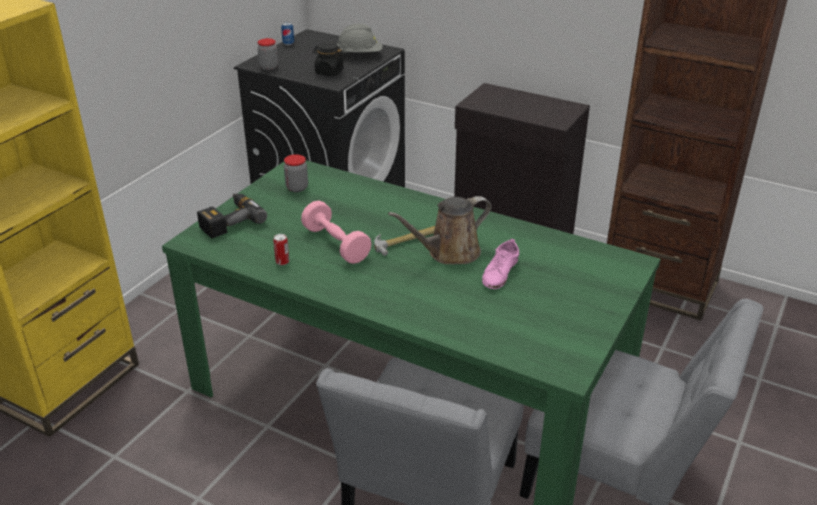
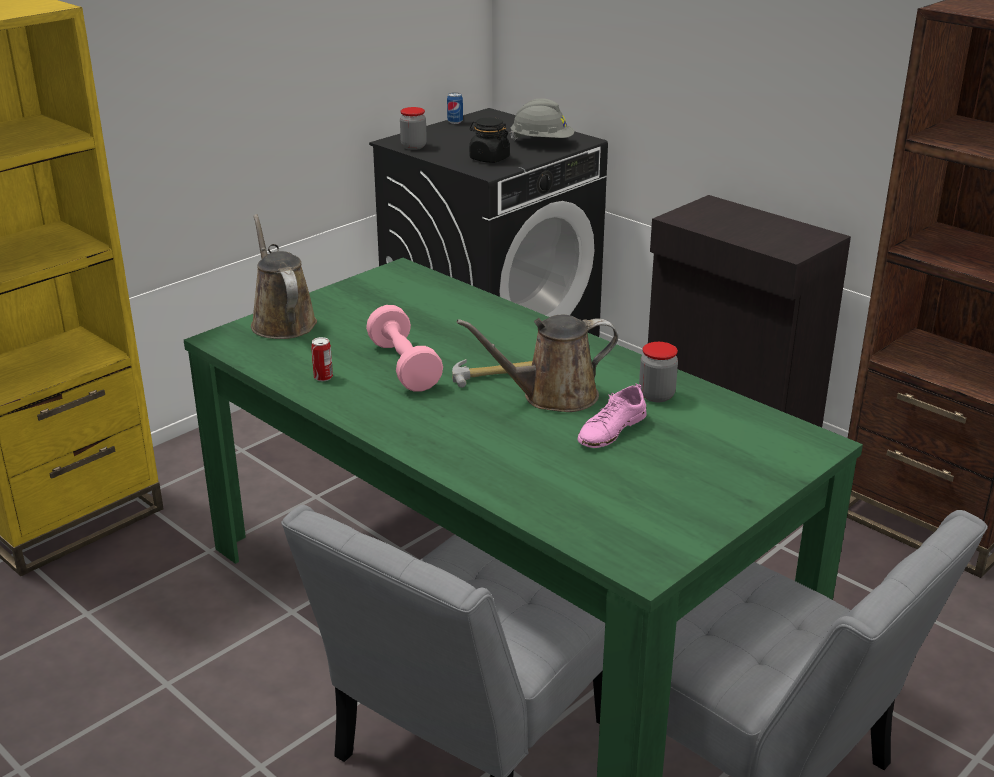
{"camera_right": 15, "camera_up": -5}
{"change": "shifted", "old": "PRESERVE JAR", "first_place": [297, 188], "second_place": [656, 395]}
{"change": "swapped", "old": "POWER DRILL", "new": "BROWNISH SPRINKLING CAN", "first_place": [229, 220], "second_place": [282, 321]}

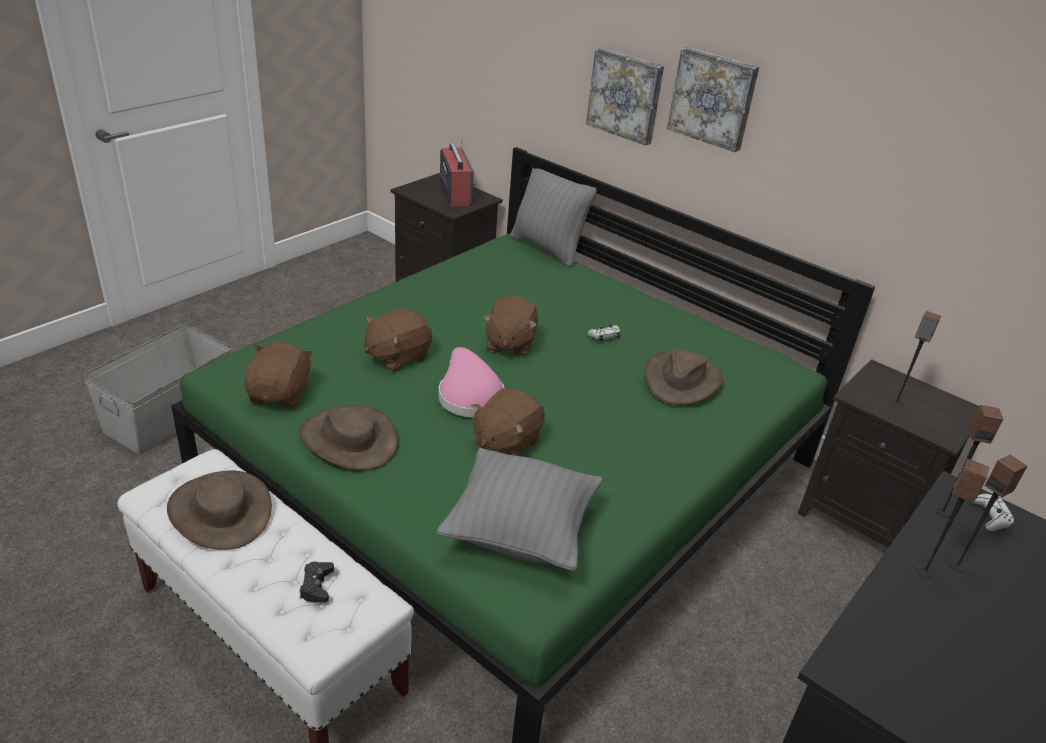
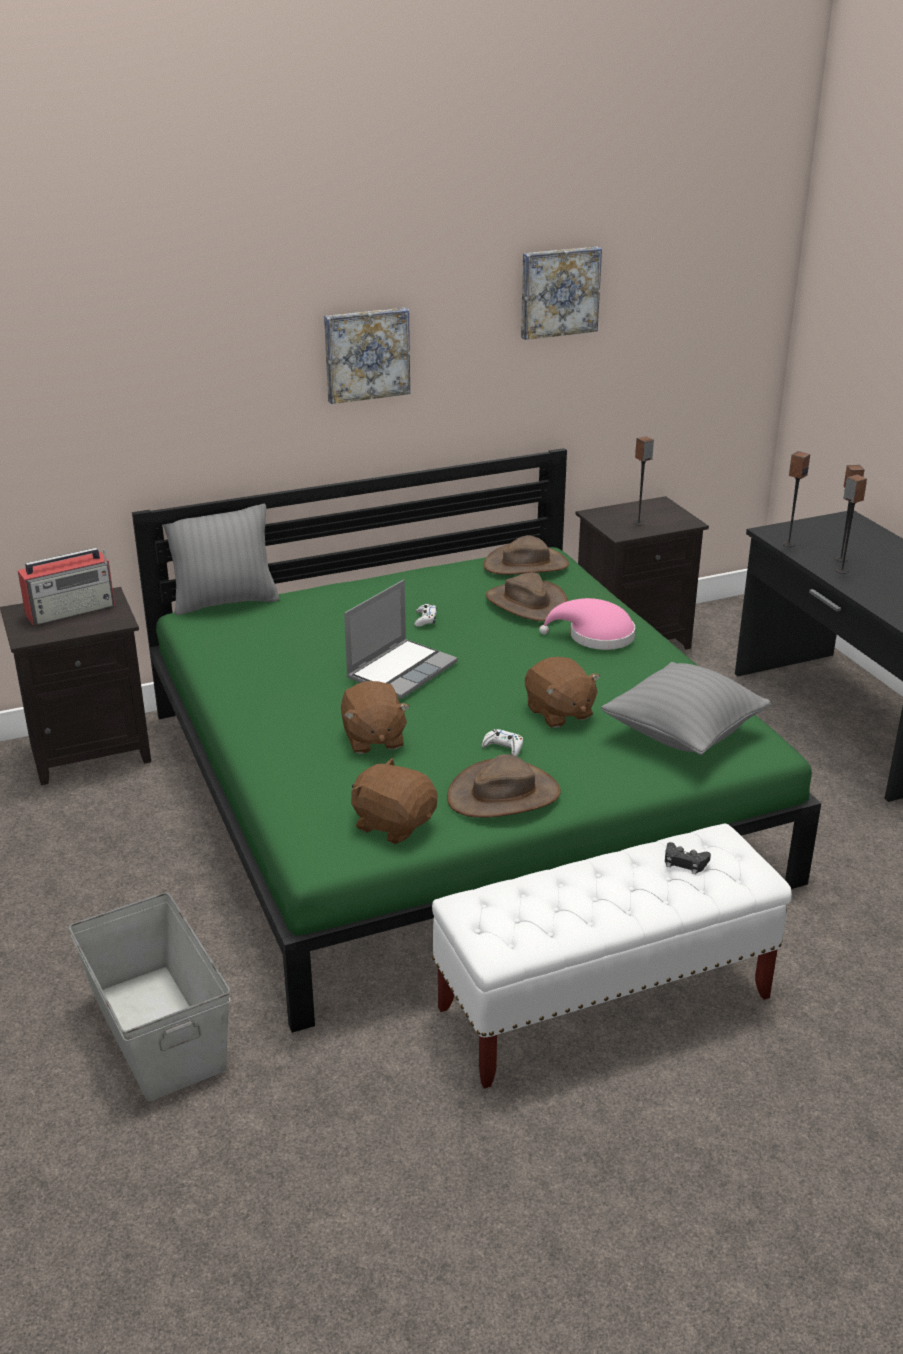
{"camera_right": -60, "camera_up": -5}
{"change": "shifted", "old": "BROWNISH HAT", "first_place": [221, 511], "second_place": [526, 565]}
{"change": "shifted", "old": "PINK HAT", "first_place": [468, 395], "second_place": [595, 636]}
{"change": "shifted", "old": "WALL PICTURE", "first_place": [626, 95], "second_place": [558, 292]}
{"change": "shifted", "old": "WHITISH JOYPAD", "first_place": [990, 516], "second_place": [503, 747]}
{"change": "swapped", "old": "BROWNISH CUDDLY TOY", "new": "NOTEBOOK COMPUTER", "first_place": [509, 344], "second_place": [401, 670]}
{"change": "rotated", "old": "RADIO", "first_place": [455, 193], "second_place": [72, 610], "degrees": 135}

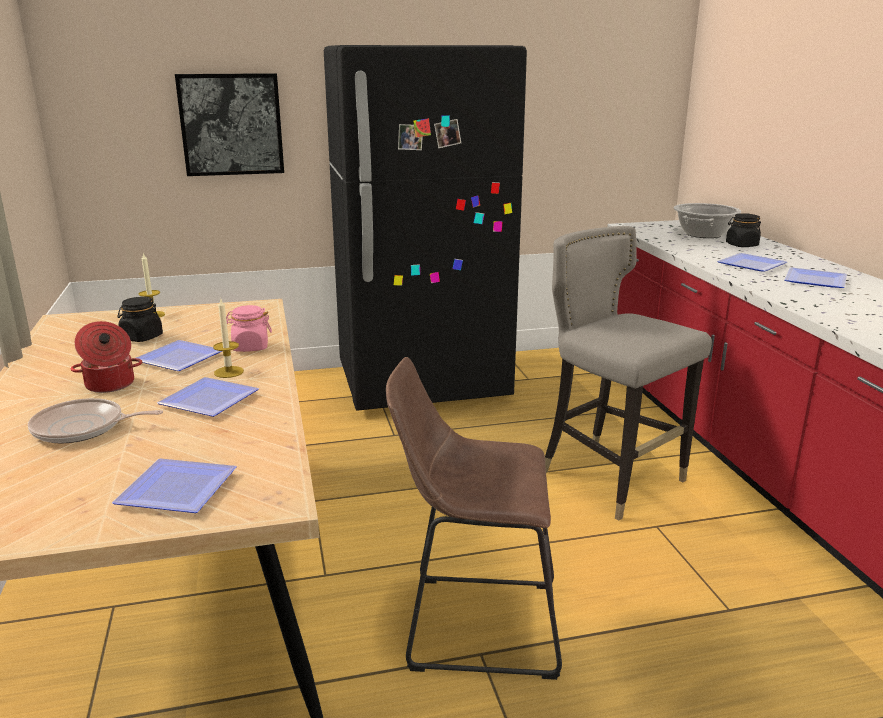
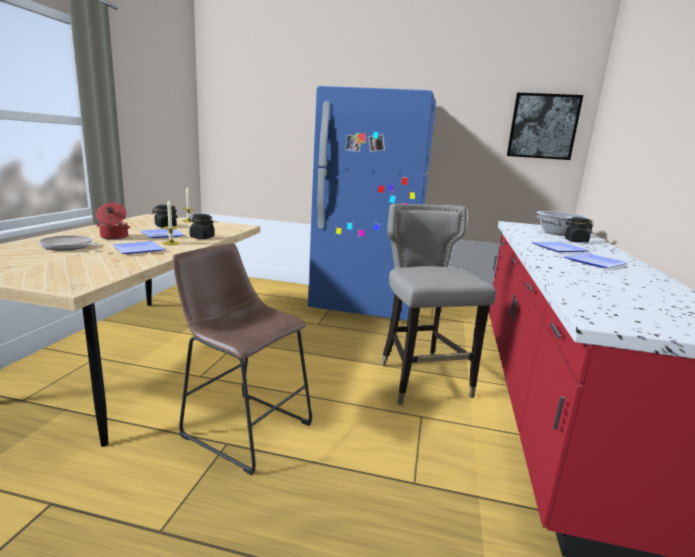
{"camera_right": 25, "camera_up": -5}
{"change": "gone", "old": "DINNER PLATE", "first_place": [182, 488]}
{"change": "shifted", "old": "WALL PICTURE", "first_place": [231, 124], "second_place": [543, 126]}
{"change": "repainted", "old": "PINK PRESERVE JAR", "new": "BLACK-COLOURED PRESERVE JAR", "first_place": [250, 347], "second_place": [202, 237]}
{"change": "repainted", "old": "BLACK-COLOURED FRIDGE", "new": "BLUE FRIDGE", "first_place": [423, 384], "second_place": [364, 305]}

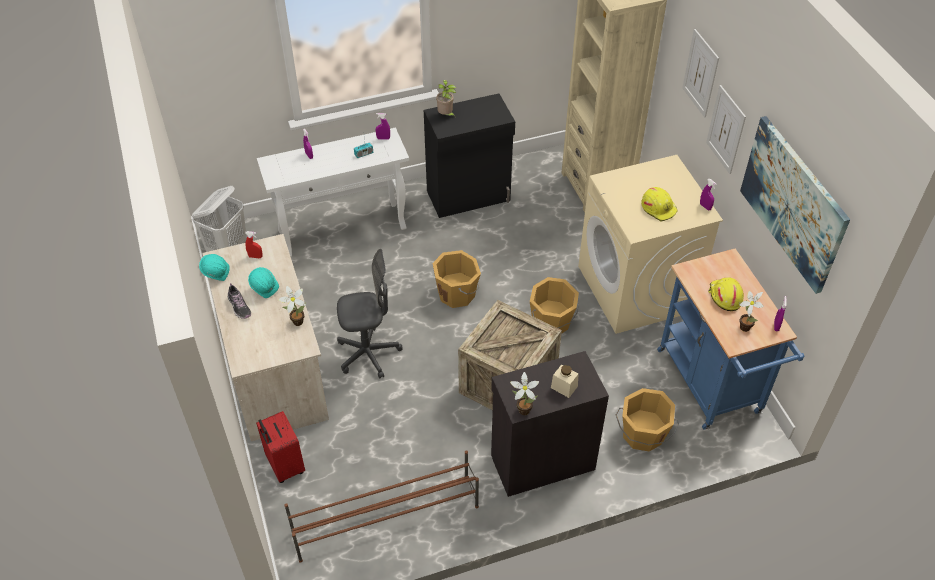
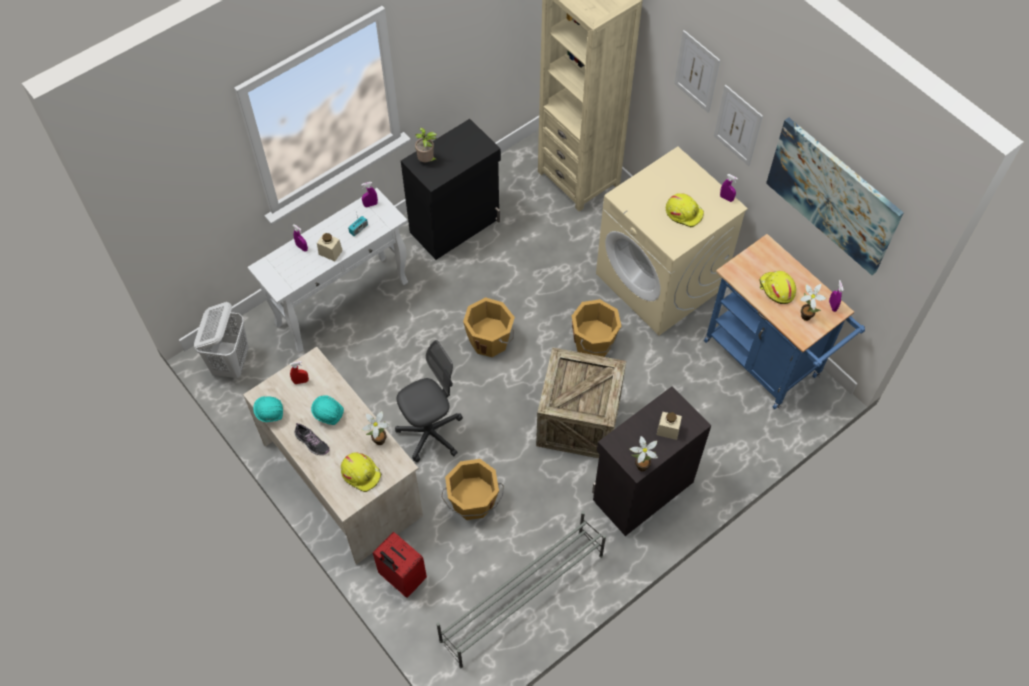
{"camera_right": -20, "camera_up": 10}
{"change": "new", "new": "BEIGE PRESERVE JAR", "second_place": [330, 252]}
{"change": "new", "new": "YELLOWISH HARD HAT", "second_place": [361, 473]}
{"change": "shifted", "old": "ORANGEY PAIL", "first_place": [643, 435], "second_place": [473, 502]}
{"change": "repainted", "old": "BROWNISH SHOE RACK", "new": "GRAY SHOE RACK", "first_place": [384, 519], "second_place": [521, 597]}

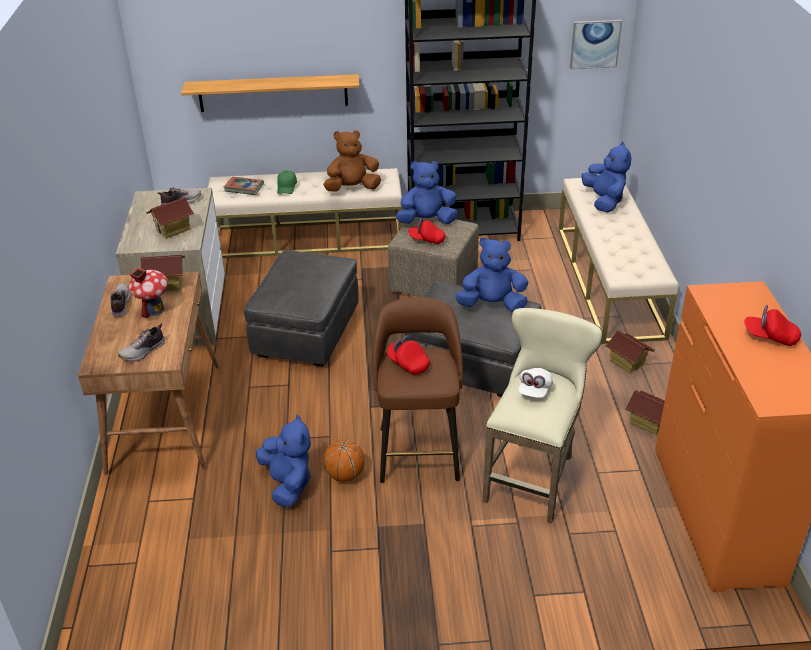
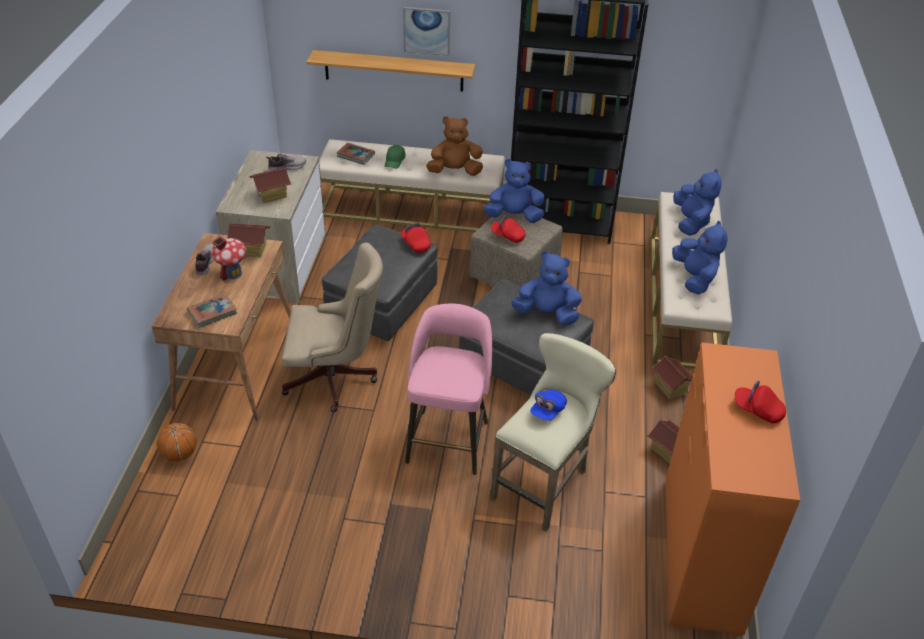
{"camera_right": 10, "camera_up": 5}
{"change": "new", "new": "BEIGE OFFICE CHAIR", "second_place": [335, 379]}
{"change": "shifted", "old": "BLUE CUDDLY TOY", "first_place": [288, 484], "second_place": [695, 278]}
{"change": "shifted", "old": "BALL FOR BASKETBALL", "first_place": [345, 475], "second_place": [180, 454]}
{"change": "shifted", "old": "RED CAP", "first_place": [408, 363], "second_place": [415, 244]}
{"change": "shifted", "old": "WALL PICTURE", "first_place": [595, 44], "second_place": [427, 30]}
{"change": "swapped", "old": "ITEM OF FOOTWEAR", "new": "BOOK", "first_place": [143, 351], "second_place": [212, 313]}
{"change": "repainted", "old": "BROWNISH SITTING STOOL", "new": "PINK SITTING STOOL", "first_place": [418, 451], "second_place": [448, 439]}
{"change": "repainted", "old": "WHITISH CAP", "new": "BLUE CAP", "first_place": [534, 390], "second_place": [547, 411]}

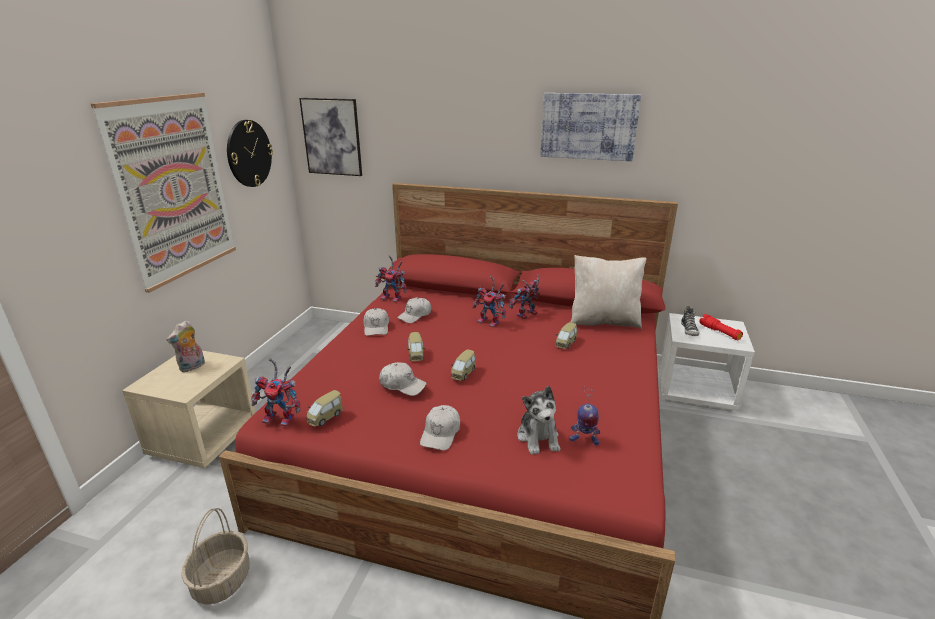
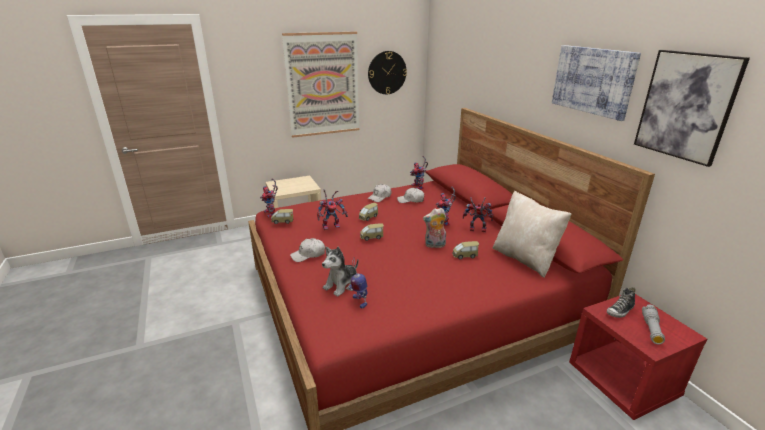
{"camera_right": 50, "camera_up": 0}
{"change": "gone", "old": "HOUSEHOLD BASKET", "first_place": [221, 580]}
{"change": "shifted", "old": "CUDDLY TOY", "first_place": [192, 367], "second_place": [434, 245]}
{"change": "shifted", "old": "WALL PICTURE", "first_place": [332, 137], "second_place": [686, 106]}
{"change": "swapped", "old": "WHITISH CAP", "new": "TOY ROBOT", "first_place": [402, 385], "second_place": [332, 225]}
{"change": "repainted", "old": "WHITISH BEDSIDE TABLE", "new": "RED BEDSIDE TABLE", "first_place": [695, 391], "second_place": [622, 382]}
{"change": "repainted", "old": "RED HAND TORCH", "new": "GRAY HAND TORCH", "first_place": [719, 332], "second_place": [651, 329]}

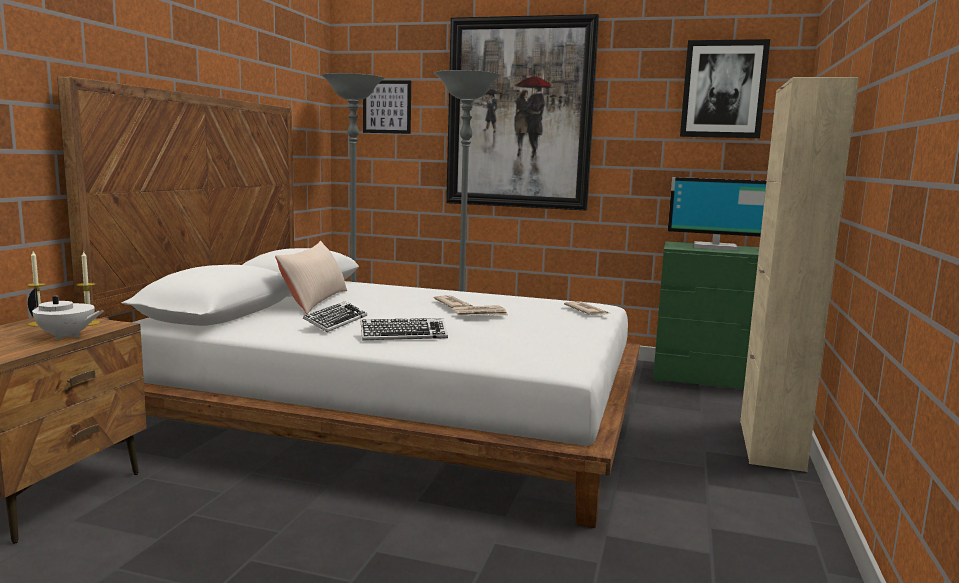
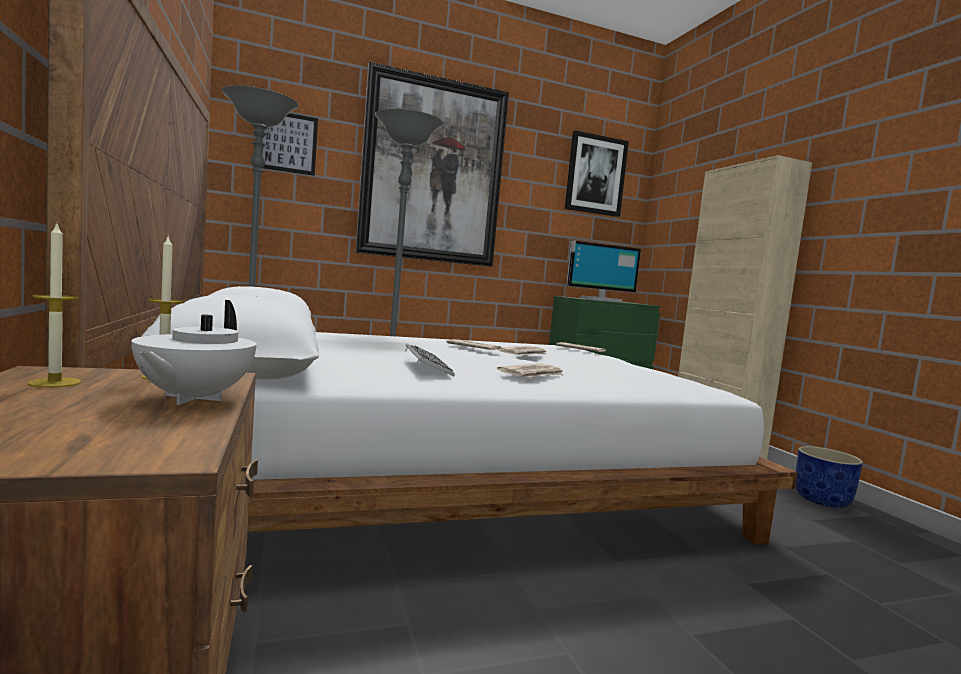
{"camera_right": -35, "camera_up": -5}
{"change": "gone", "old": "BEIGE THROW PILLOW", "first_place": [314, 301]}
{"change": "new", "new": "BLUE PLANTER", "second_place": [822, 500]}
{"change": "swapped", "old": "COMPUTER KEYBOARD", "new": "PRINTED PAPER", "first_place": [403, 335], "second_place": [533, 374]}
{"change": "rotated", "old": "WHITISH TEAPOT", "first_place": [66, 336], "second_place": [192, 398], "degrees": 120}

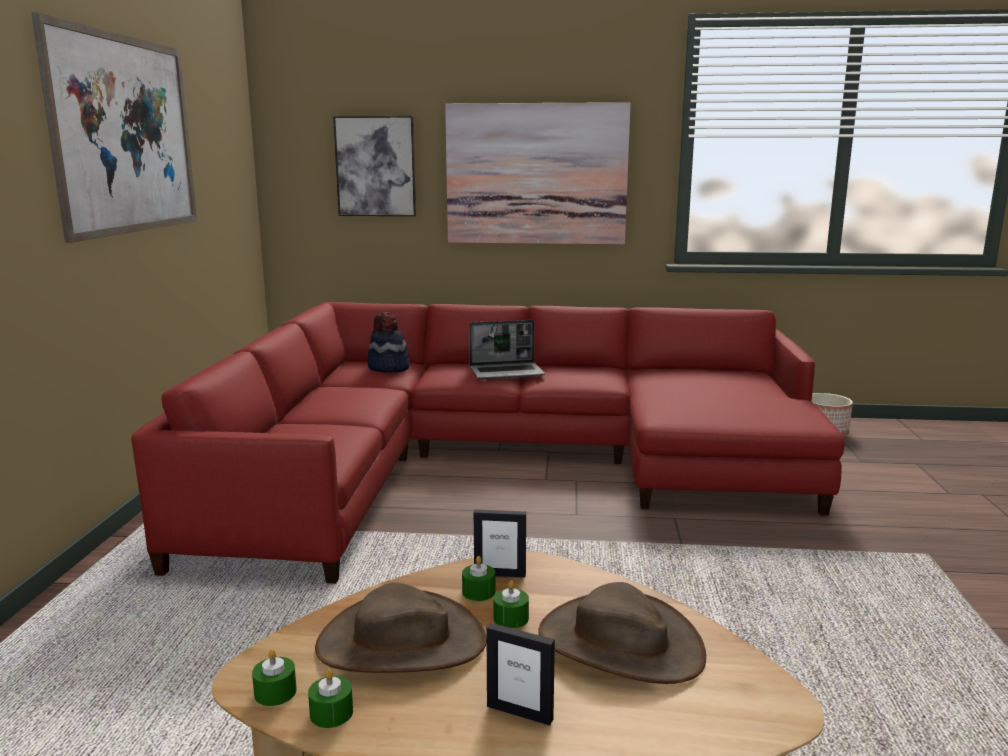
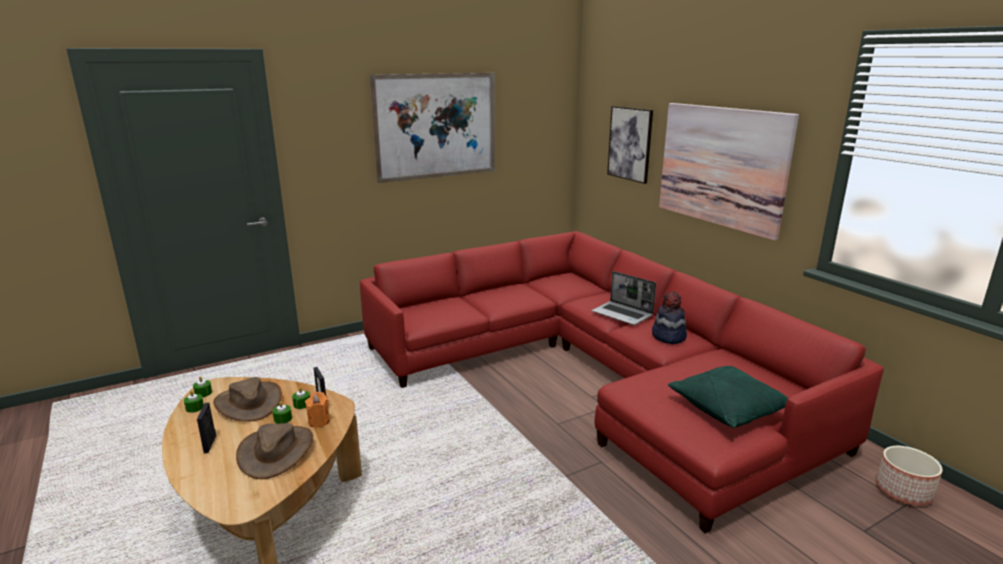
{"camera_right": 55, "camera_up": 5}
{"change": "new", "new": "ORANGEY WAX LIGHT", "second_place": [319, 421]}
{"change": "new", "new": "GREEN THROW PILLOW", "second_place": [728, 408]}
{"change": "shifted", "old": "HAT", "first_place": [388, 368], "second_place": [668, 336]}

